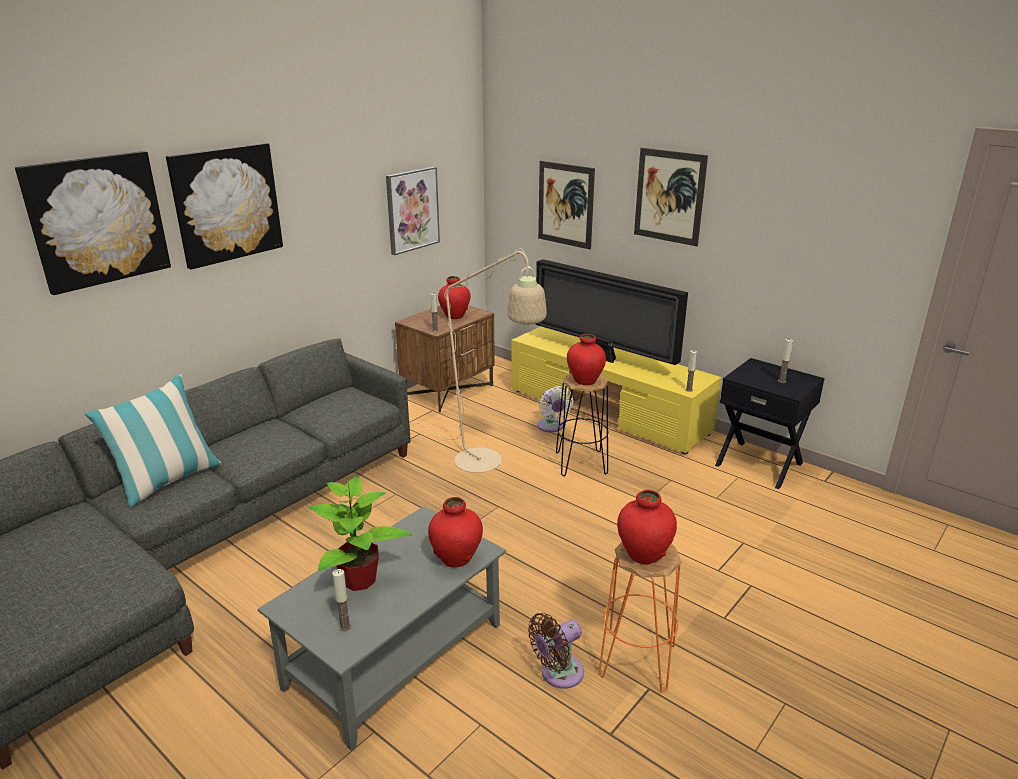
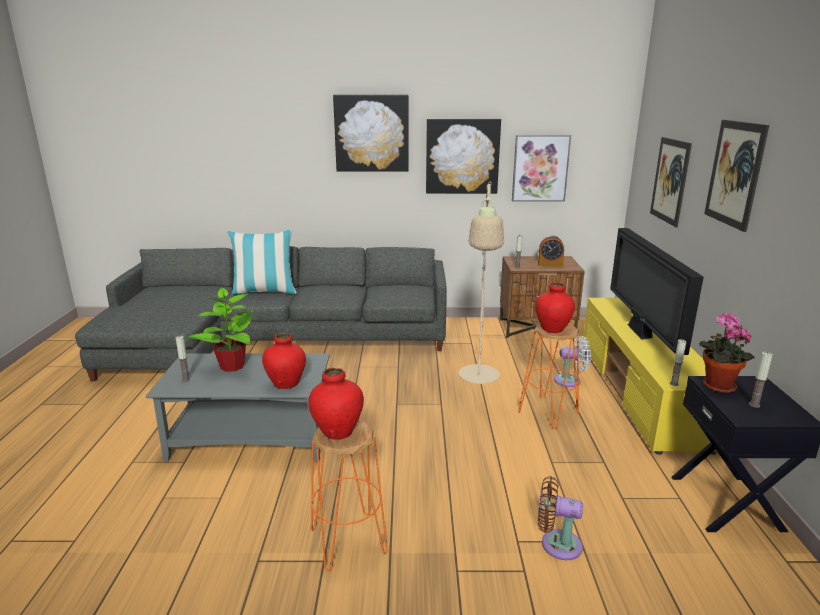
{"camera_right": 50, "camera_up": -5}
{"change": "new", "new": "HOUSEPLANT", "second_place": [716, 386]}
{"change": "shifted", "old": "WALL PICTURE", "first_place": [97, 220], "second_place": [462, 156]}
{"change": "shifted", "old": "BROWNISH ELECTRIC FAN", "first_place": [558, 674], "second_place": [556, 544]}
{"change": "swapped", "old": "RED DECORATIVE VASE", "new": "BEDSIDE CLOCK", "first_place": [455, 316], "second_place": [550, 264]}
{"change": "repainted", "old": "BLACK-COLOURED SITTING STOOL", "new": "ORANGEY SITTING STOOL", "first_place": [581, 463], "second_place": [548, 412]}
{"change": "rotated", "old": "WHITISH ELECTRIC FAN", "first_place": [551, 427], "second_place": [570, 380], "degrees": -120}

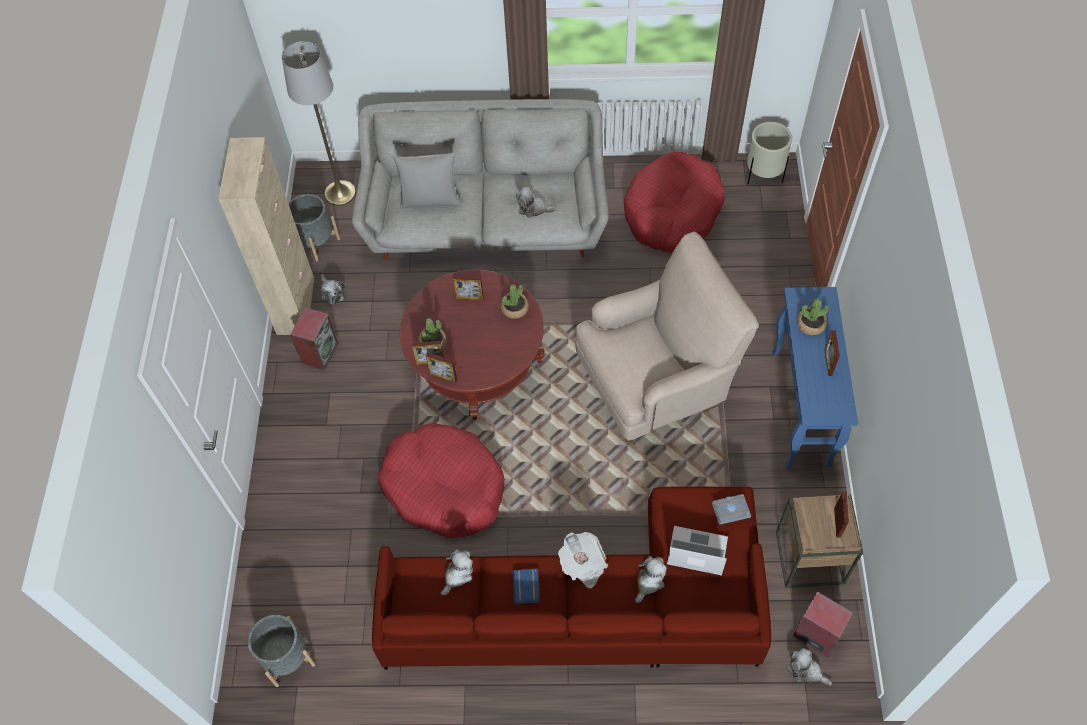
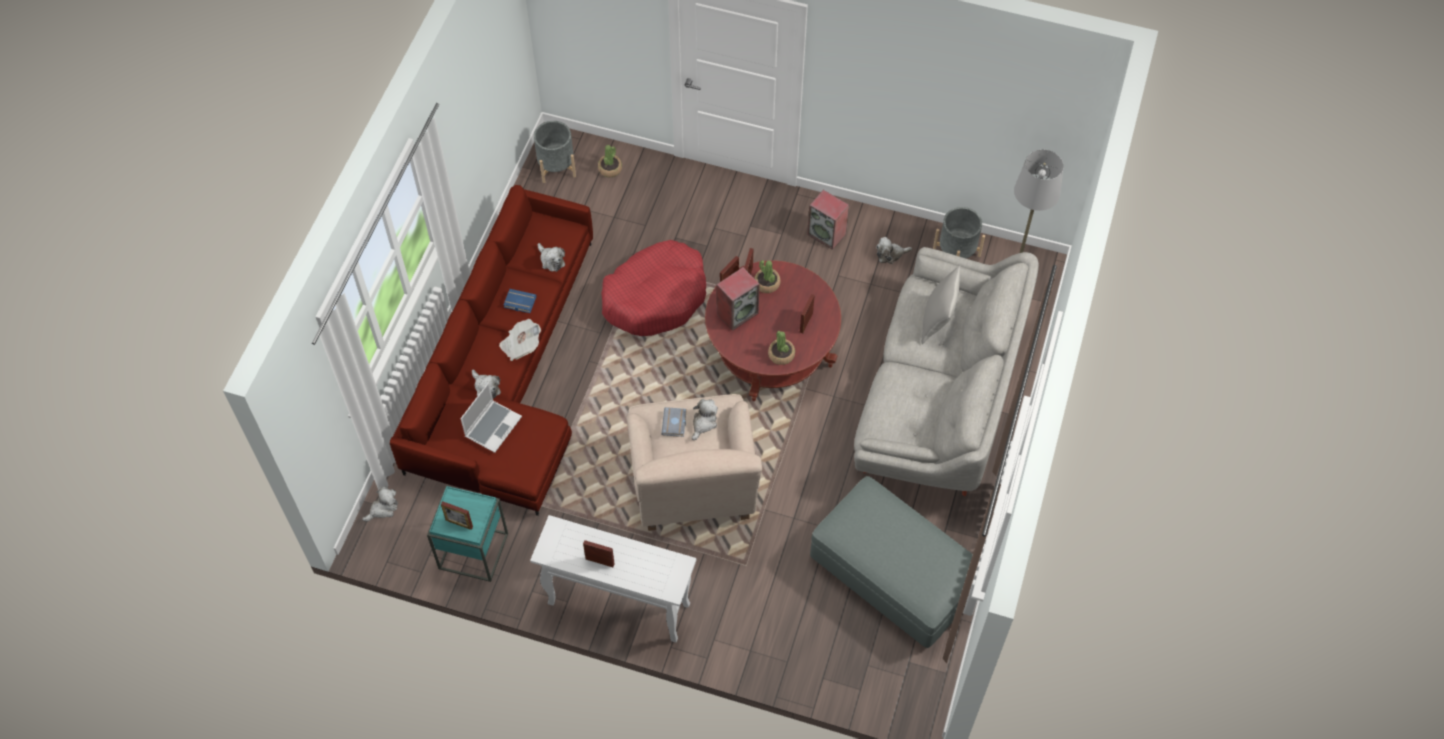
{"camera_right": 105, "camera_up": 0}
{"change": "gone", "old": "BEIGE CABINET", "first_place": [296, 306]}
{"change": "gone", "old": "BEIGE PLANTER", "first_place": [764, 175]}
{"change": "shifted", "old": "CUDDLY TOY", "first_place": [533, 209], "second_place": [703, 423]}
{"change": "shifted", "old": "GRAY BOOK", "first_place": [731, 509], "second_place": [675, 424]}
{"change": "shifted", "old": "AUDIO SPEAKER", "first_place": [815, 634], "second_place": [737, 312]}
{"change": "shifted", "old": "HOUSEPLANT", "first_place": [811, 324], "second_place": [610, 169]}
{"change": "swapped", "old": "RED DOG BED", "new": "GRAY OTTOMAN", "first_place": [672, 212], "second_place": [894, 574]}
{"change": "repainted", "old": "BLUE HALL TABLE", "new": "WHITISH HALL TABLE", "first_place": [801, 409], "second_place": [617, 604]}
{"change": "repainted", "old": "BROWNISH ACCENT TABLE", "new": "TURQUOISE-COLOURED ACCENT TABLE", "first_place": [809, 557], "second_place": [473, 551]}

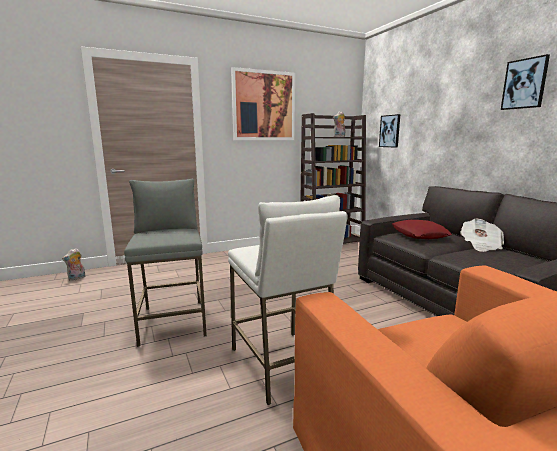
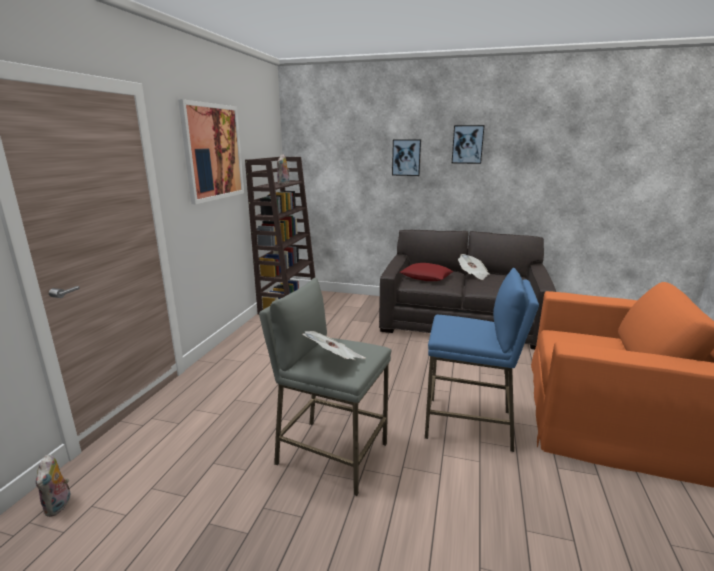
{"camera_right": -50, "camera_up": 5}
{"change": "new", "new": "PRINTED PAPER", "second_place": [334, 360]}
{"change": "shifted", "old": "WALL PICTURE", "first_place": [390, 131], "second_place": [406, 157]}
{"change": "repainted", "old": "WHITISH SITTING STOOL", "new": "BLUE SITTING STOOL", "first_place": [282, 364], "second_place": [469, 424]}

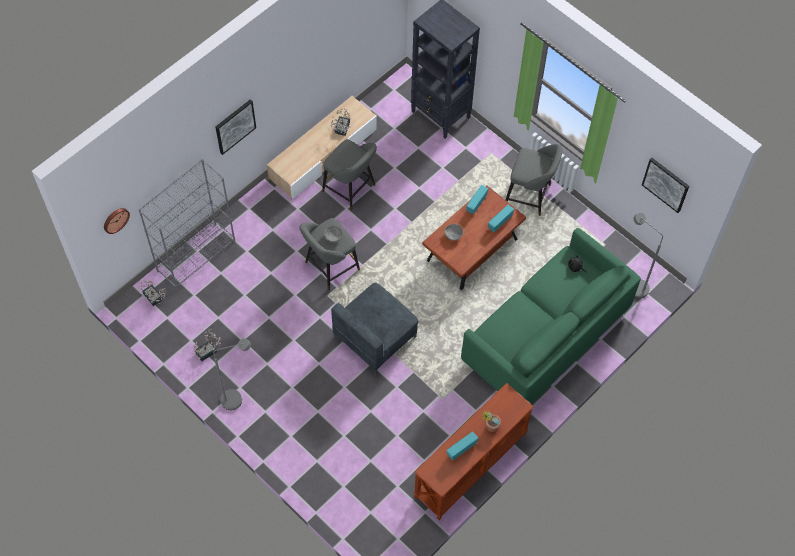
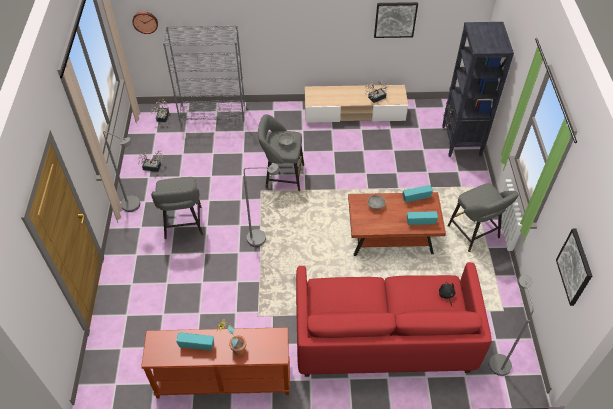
{"camera_right": 45, "camera_up": -10}
{"change": "shifted", "old": "WALL PICTURE", "first_place": [235, 126], "second_place": [395, 19]}
{"change": "shifted", "old": "GRAY SITTING STOOL", "first_place": [351, 189], "second_place": [183, 225]}
{"change": "swapped", "old": "GRAY ARMCHAIR", "new": "GRAY STANDING LAMP", "first_place": [375, 336], "second_place": [262, 238]}
{"change": "repainted", "old": "GREEN SETTEE", "new": "RED SETTEE", "first_place": [545, 336], "second_place": [383, 337]}

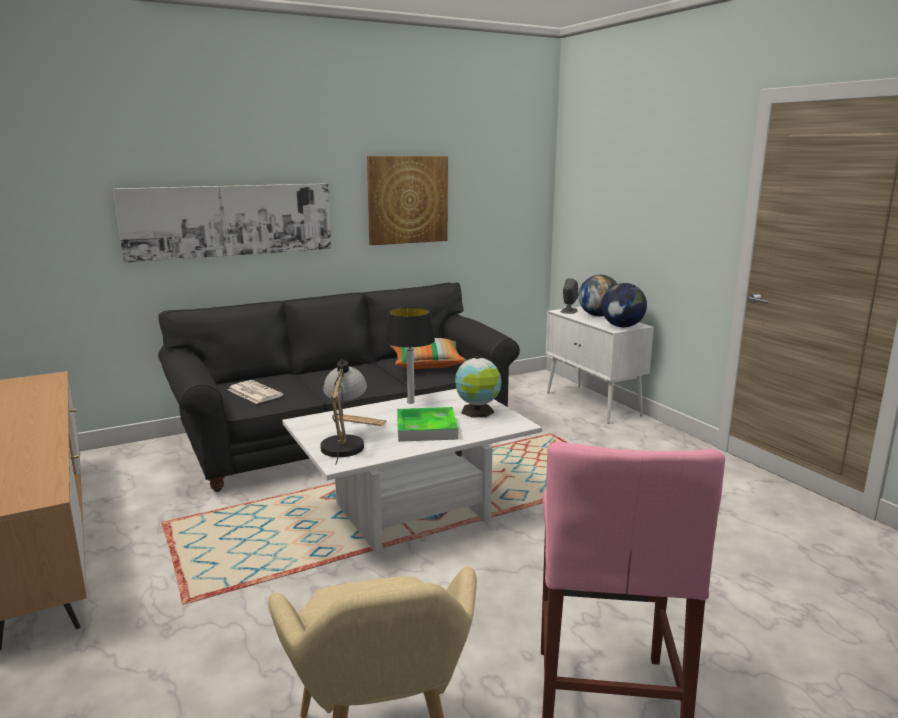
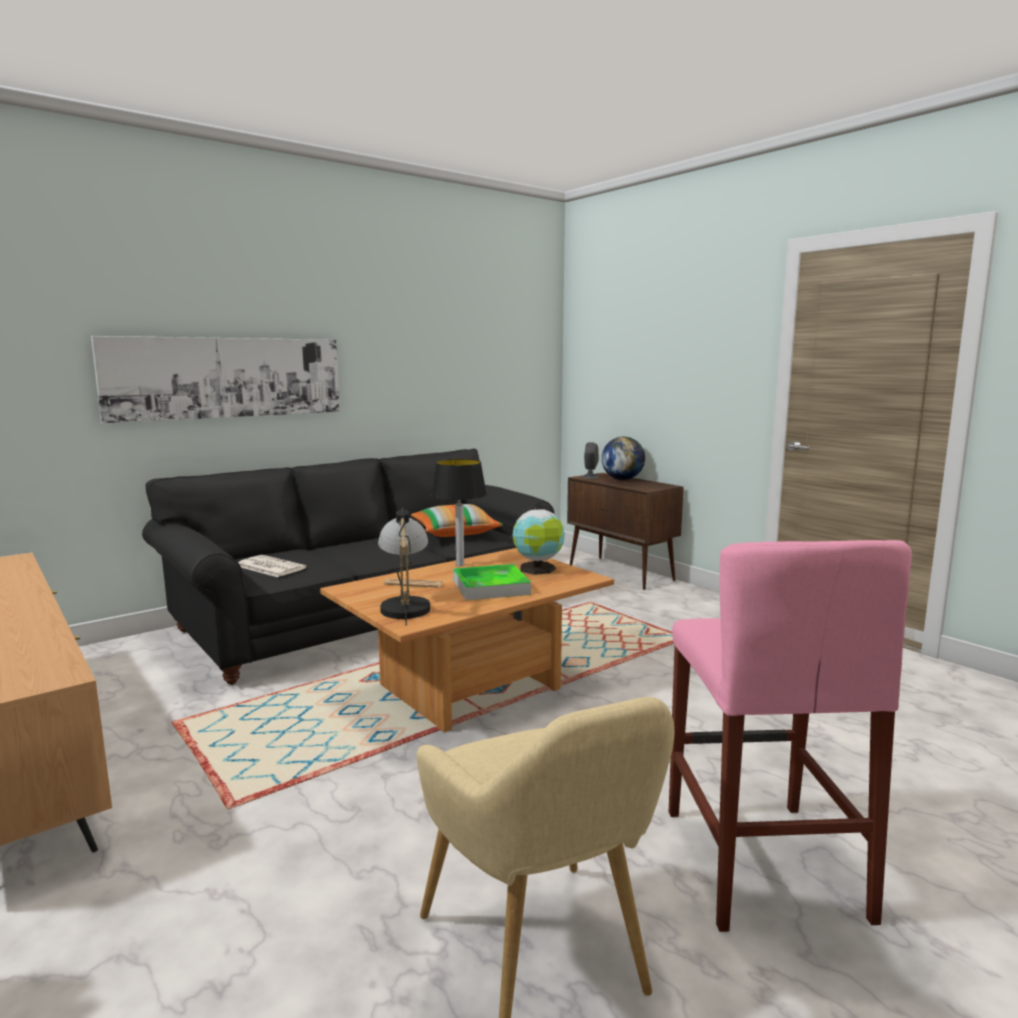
{"camera_right": -10, "camera_up": -5}
{"change": "gone", "old": "WALL PICTURE", "first_place": [407, 200]}
{"change": "gone", "old": "GLOBE", "first_place": [622, 326]}
{"change": "repainted", "old": "WHITISH COFFEE TABLE", "new": "BROWNISH COFFEE TABLE", "first_place": [412, 514], "second_place": [471, 690]}
{"change": "repainted", "old": "WHITISH CABINET", "new": "BROWNISH CABINET", "first_place": [593, 404], "second_place": [621, 573]}

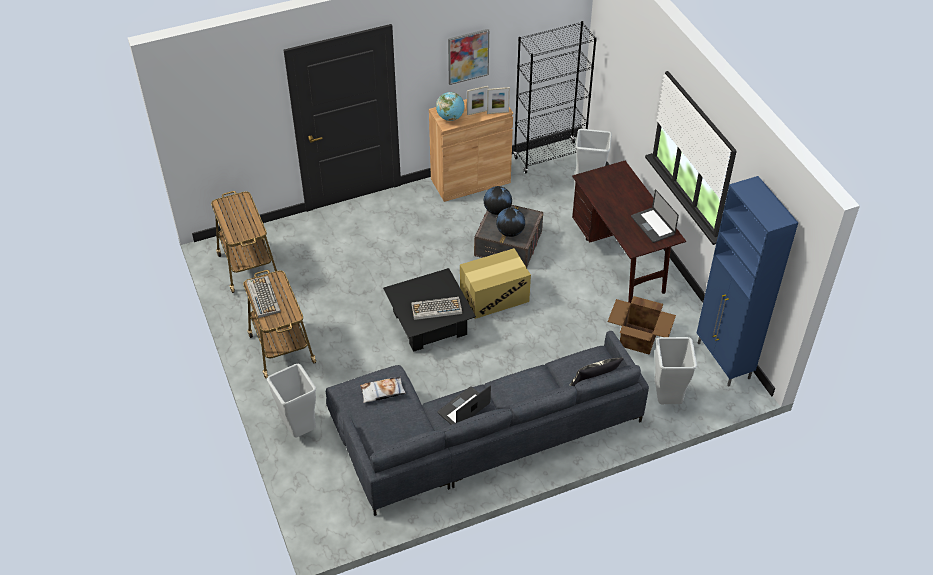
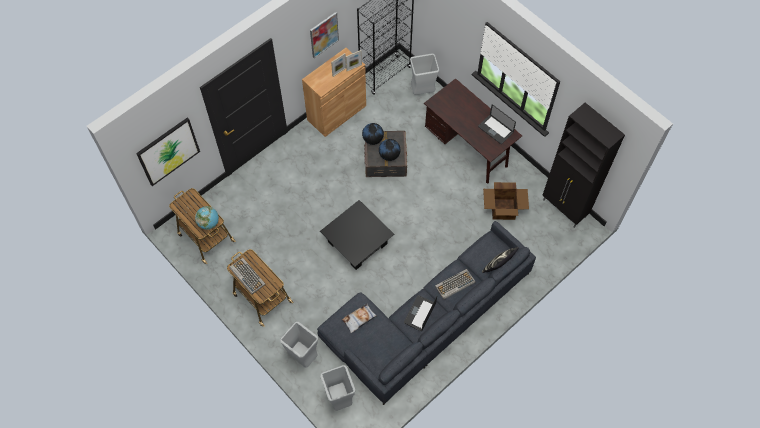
{"camera_right": -20, "camera_up": 15}
{"change": "gone", "old": "PACKING BOX", "first_place": [494, 296]}
{"change": "new", "new": "WALL PICTURE", "second_place": [168, 151]}
{"change": "shifted", "old": "COMPUTER KEYBOARD", "first_place": [436, 309], "second_place": [454, 284]}
{"change": "shifted", "old": "GLOBE", "first_place": [450, 117], "second_place": [209, 223]}
{"change": "shifted", "old": "GRAY RUBBISH BIN", "first_place": [666, 397], "second_place": [339, 398]}
{"change": "repainted", "old": "BLUE CABINET", "new": "BLACK-COLOURED CABINET", "first_place": [723, 361], "second_place": [564, 209]}

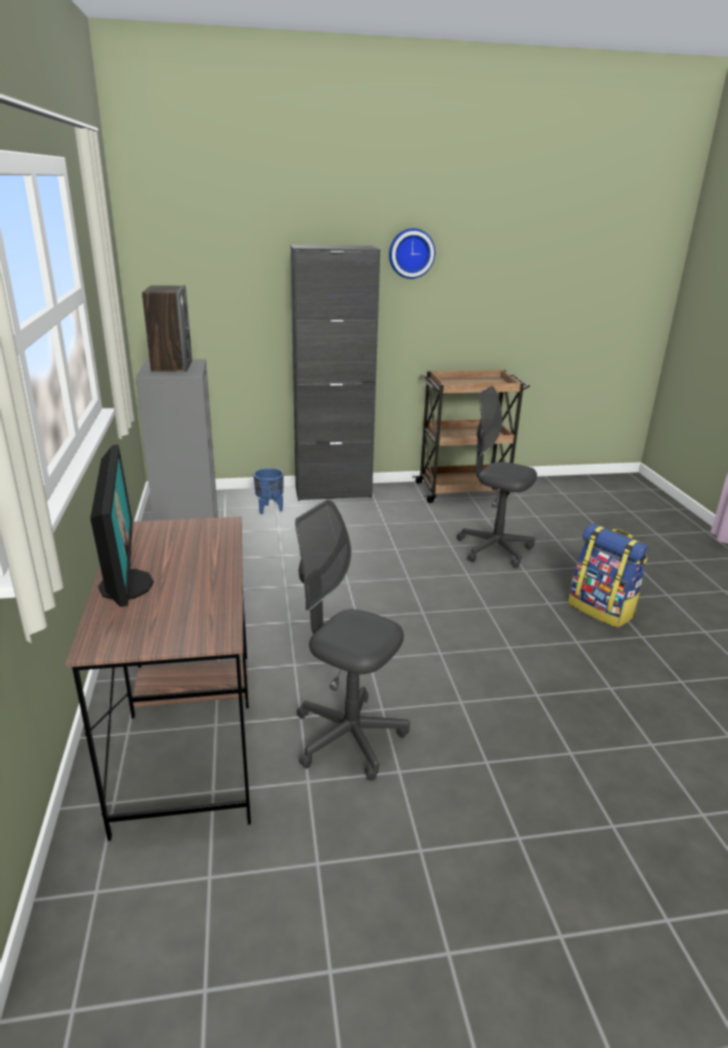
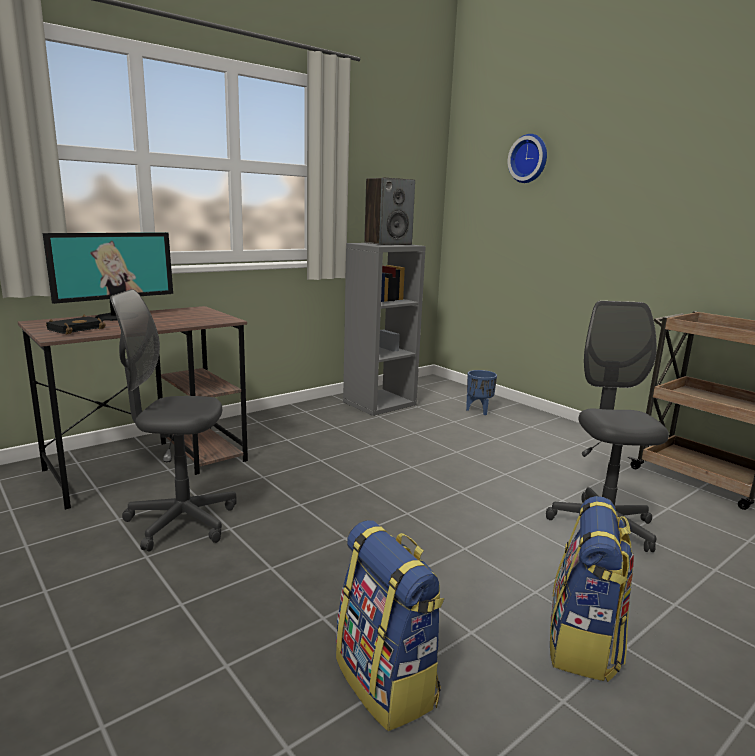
{"camera_right": 60, "camera_up": -10}
{"change": "gone", "old": "BLACK-COLOURED CABINET", "first_place": [333, 492]}
{"change": "new", "new": "BLACK-COLOURED BOOK", "second_place": [76, 329]}
{"change": "new", "new": "KNAPSACK", "second_place": [387, 682]}
{"change": "shifted", "old": "WALL CLOCK", "first_place": [411, 253], "second_place": [529, 159]}
{"change": "rotated", "old": "GRAY OFFICE CHAIR", "first_place": [348, 737], "second_place": [181, 522], "degrees": -90}

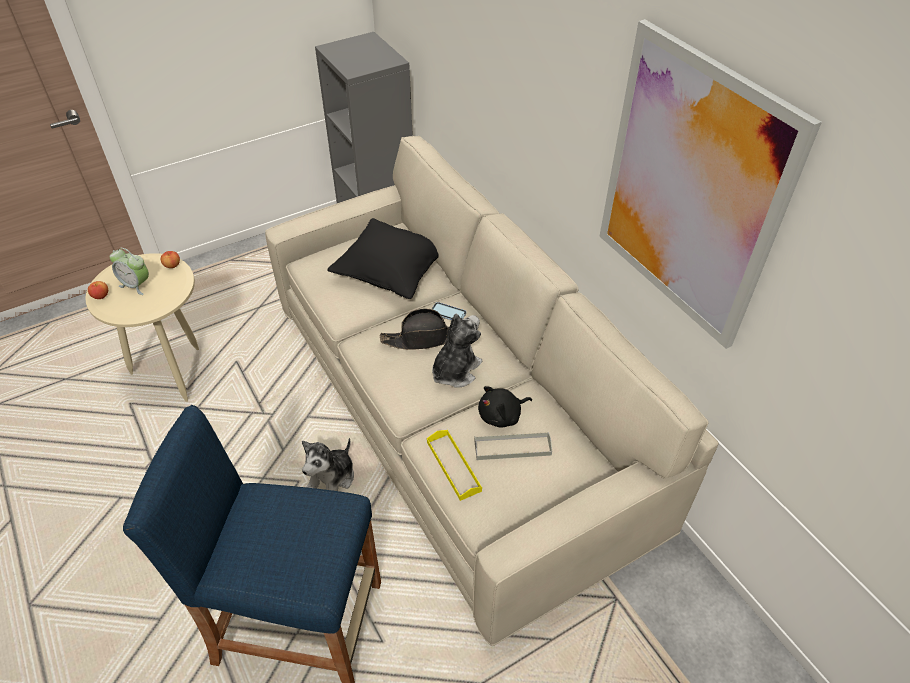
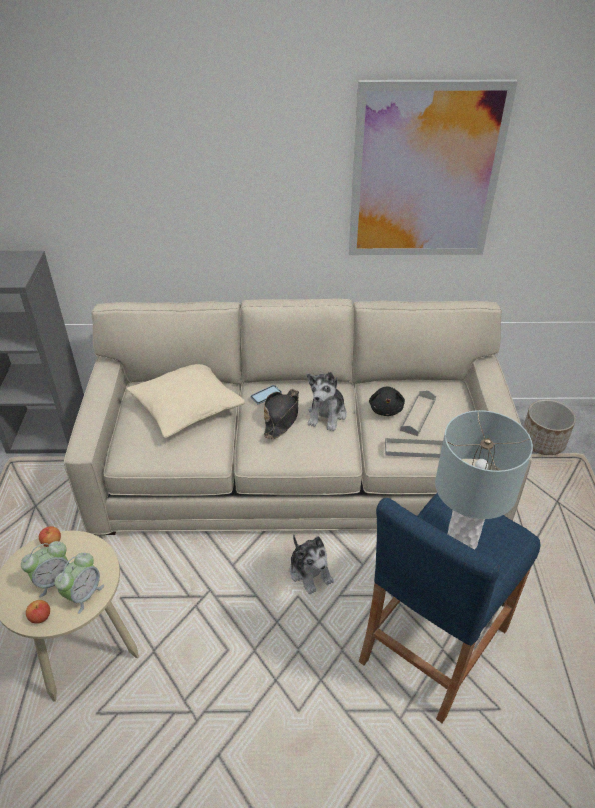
{"camera_right": -60, "camera_up": -5}
{"change": "new", "new": "BEDSIDE CLOCK", "second_place": [84, 594]}
{"change": "new", "new": "GRAY LAMP FOR A TABLE", "second_place": [462, 541]}
{"change": "new", "new": "PLANTER", "second_place": [543, 441]}
{"change": "repainted", "old": "BLACK-COLOURED THROW PILLOW", "new": "BEIGE THROW PILLOW", "first_place": [391, 269], "second_place": [187, 407]}
{"change": "repainted", "old": "YELLOWISH SERVING TRAY", "new": "GRAY SERVING TRAY", "first_place": [453, 466], "second_place": [415, 450]}
{"change": "rotated", "old": "CUDDLY TOY", "first_place": [455, 370], "second_place": [327, 414], "degrees": -135}

